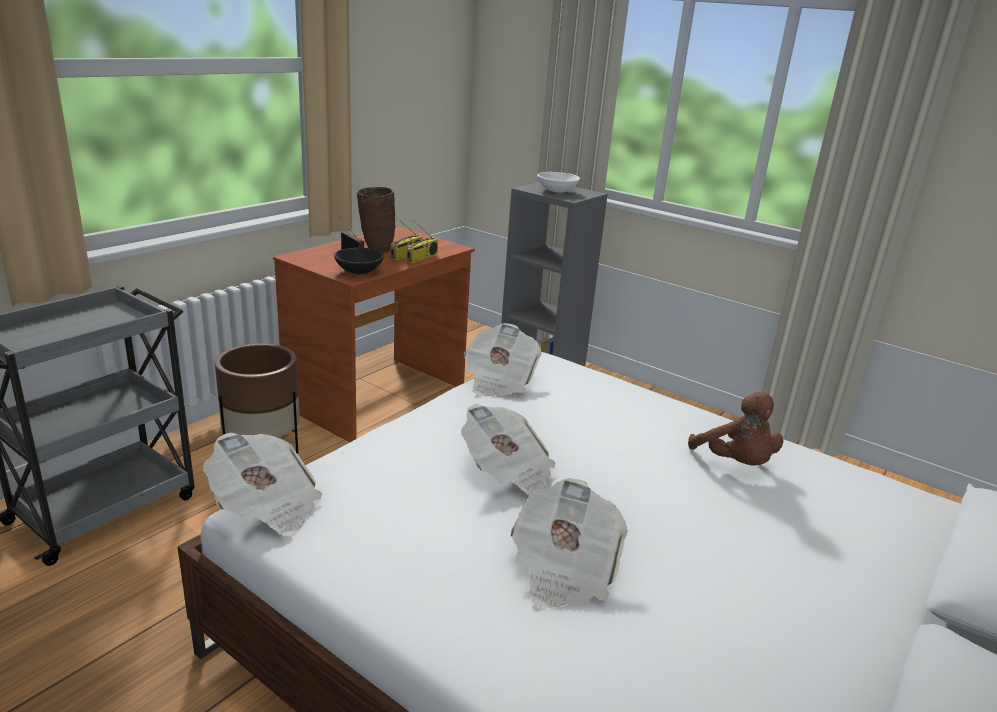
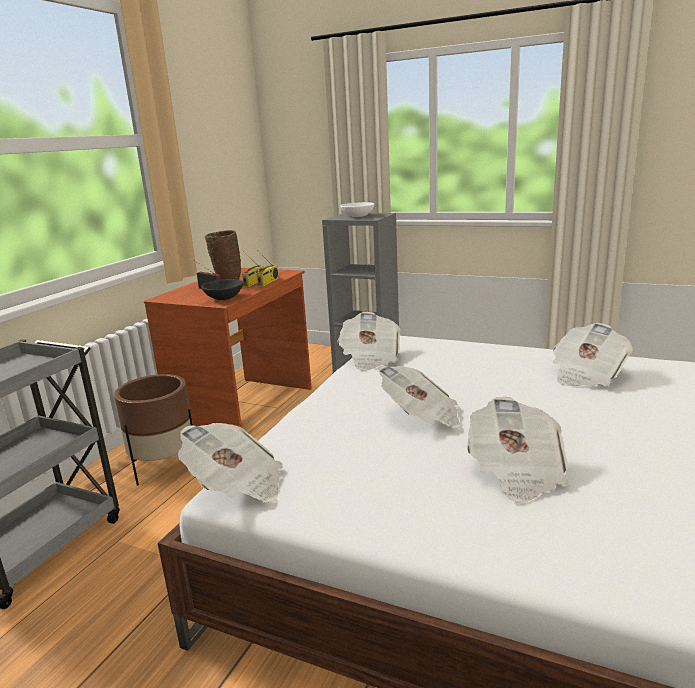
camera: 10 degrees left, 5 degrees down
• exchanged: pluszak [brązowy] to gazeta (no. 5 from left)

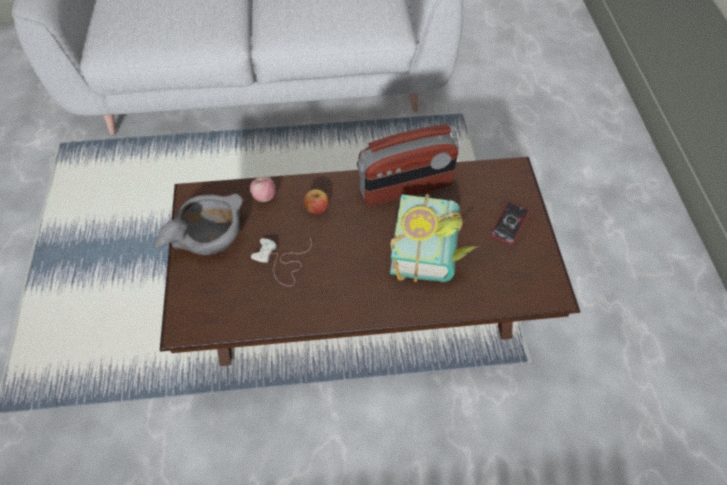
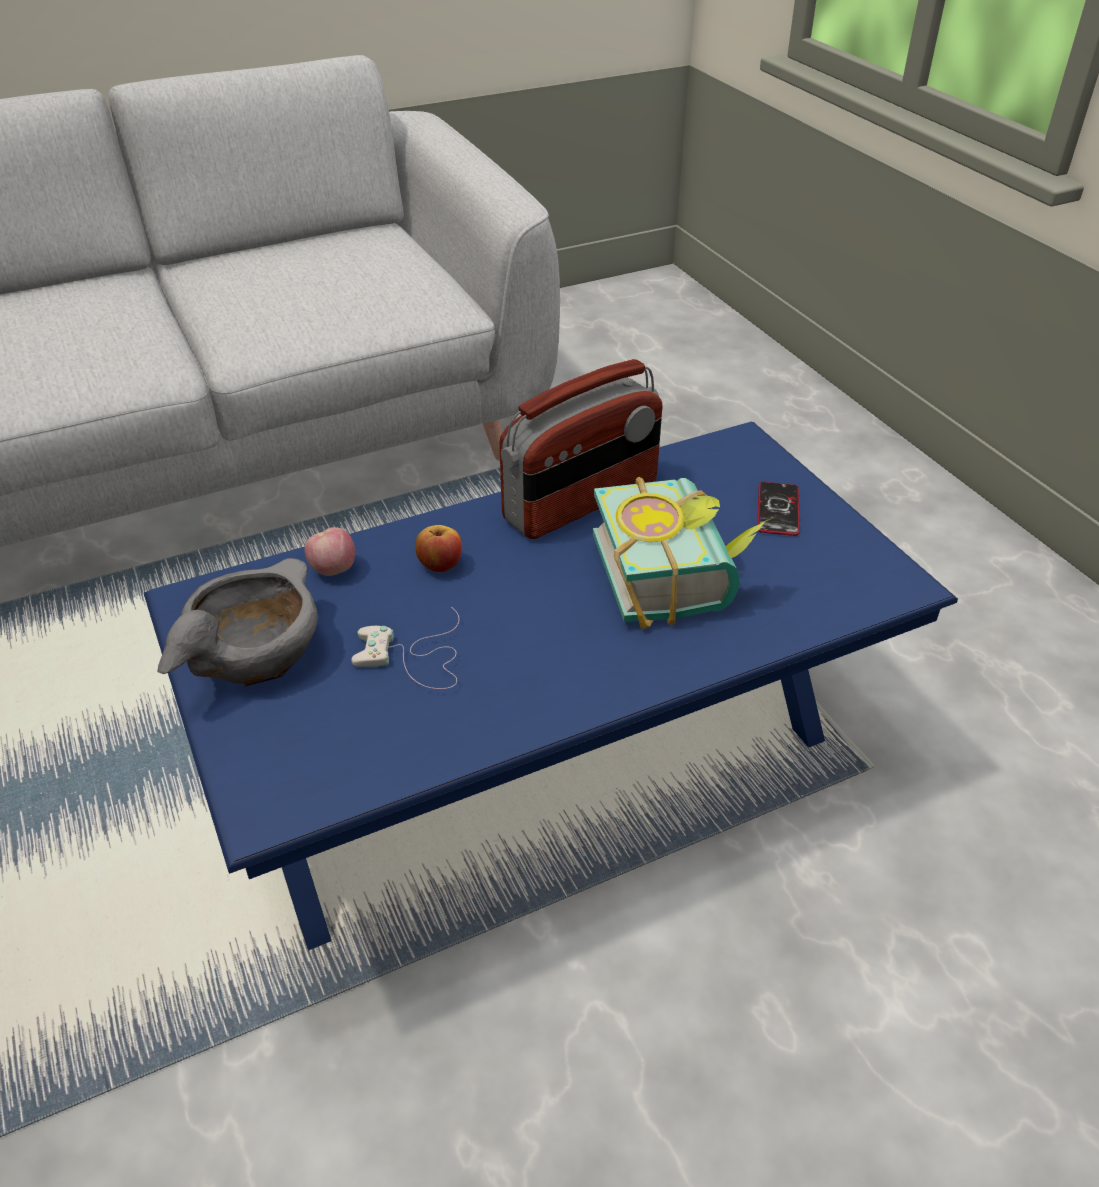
camera: 20 degrees left, 15 degrees down
• colour: ława [brązowy] to ława [niebieski]

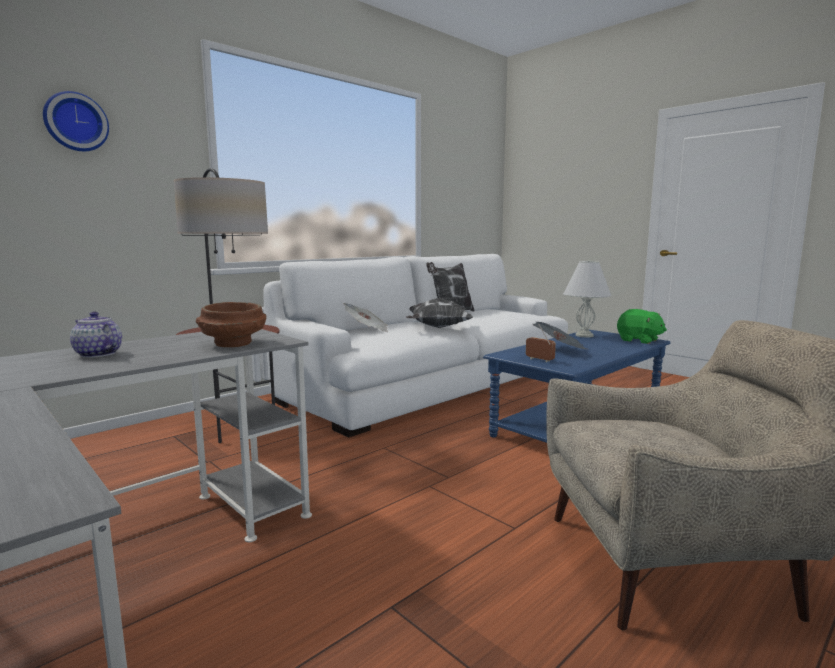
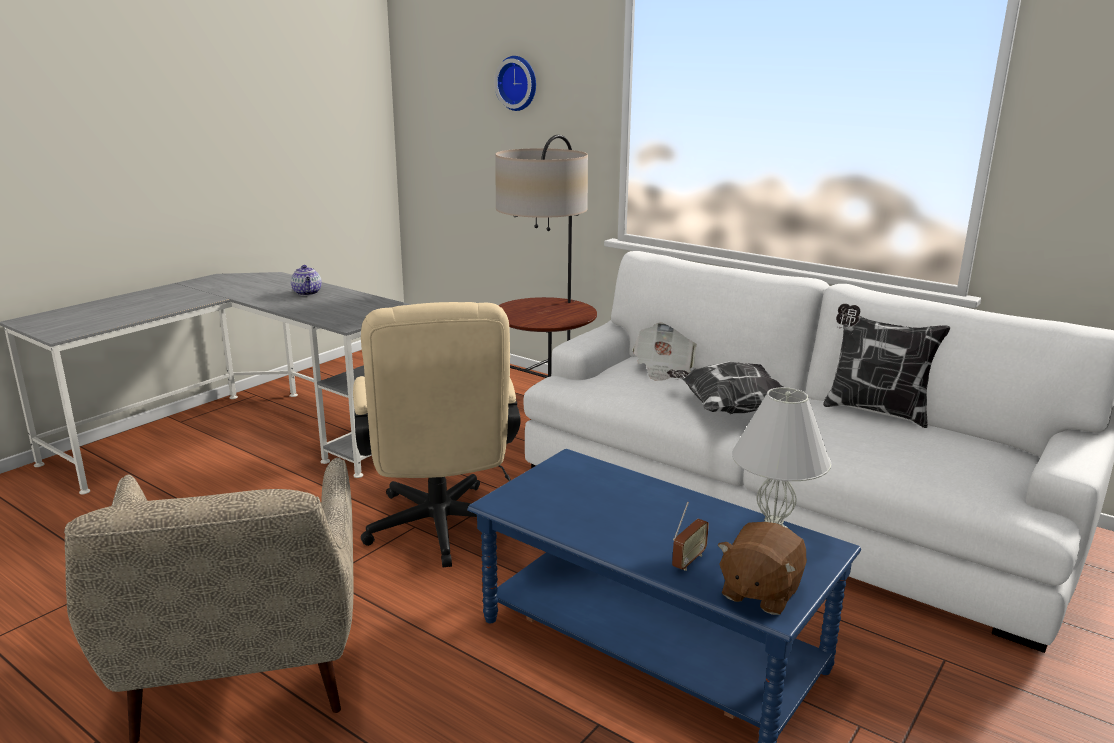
camera: 80 degrees right, 10 degrees up
• spun: imbryk 135 degrees clockwise
• missing: miska [brązowy]
• relocated: radio
• missing: gazeta (no. 2 from left)
• colour: pluszak [zielony] to pluszak [brązowy]
• appeared: krzesło biurowe [beżowy]

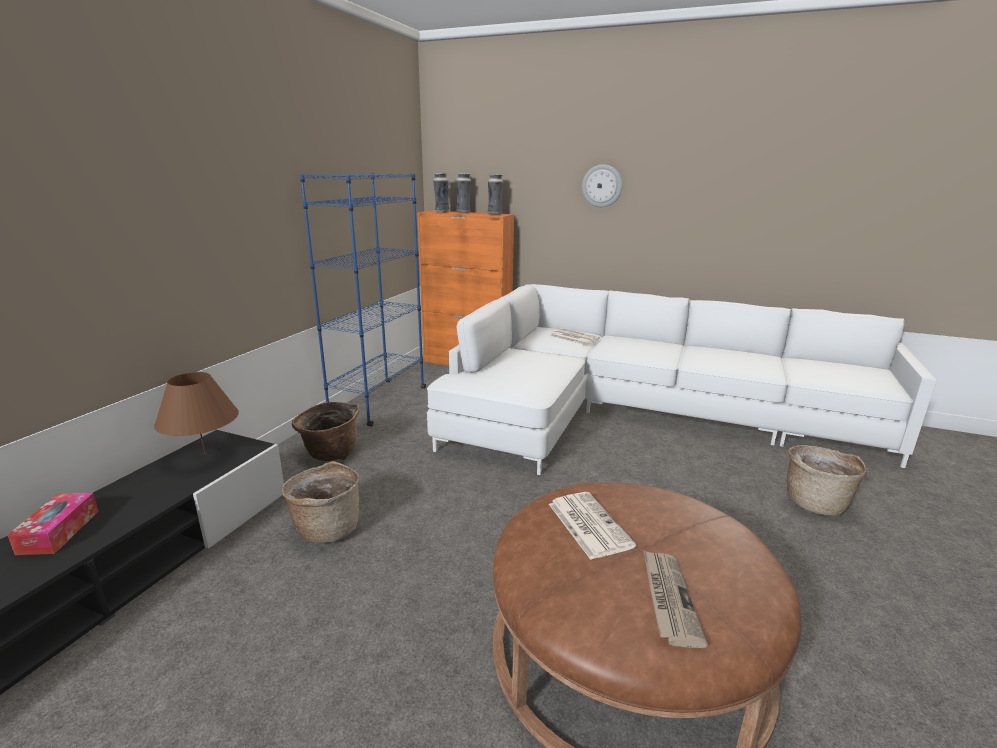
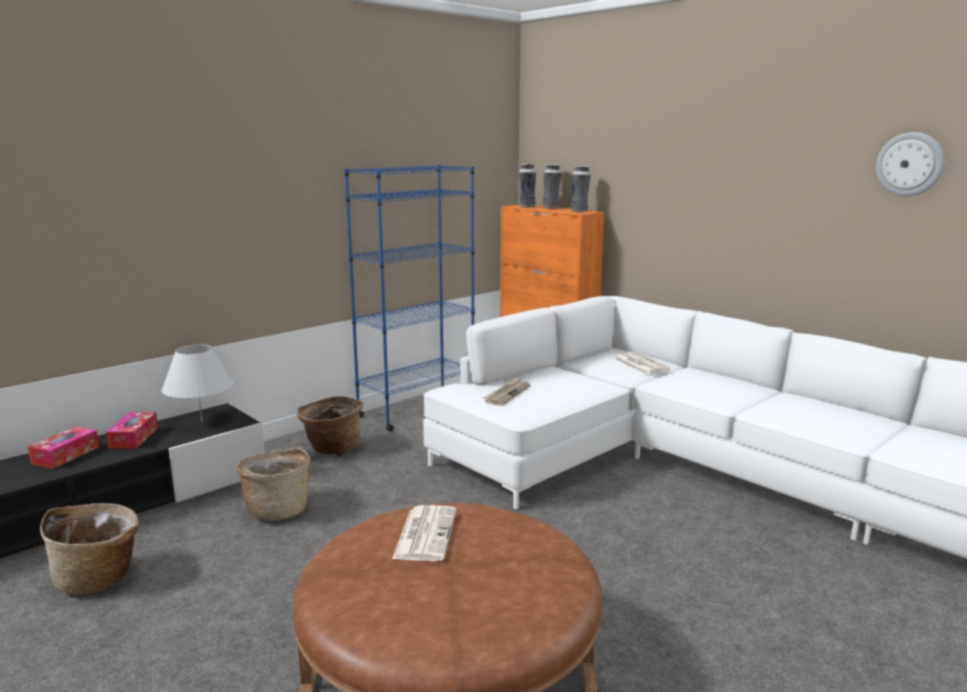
camera: 25 degrees right, 5 degrees down
• colour: lampa stołowa [brązowy] to lampa stołowa [biały]
• relocated: zegar ścienny
• relocated: gazeta (no. 3 from left in the first image) to gazeta (no. 2 from left)
• relocated: koszyk (no. 3 from left in the first image) to koszyk (no. 1 from left)
• appeared: pudełko chusteczek (no. 2 from left)

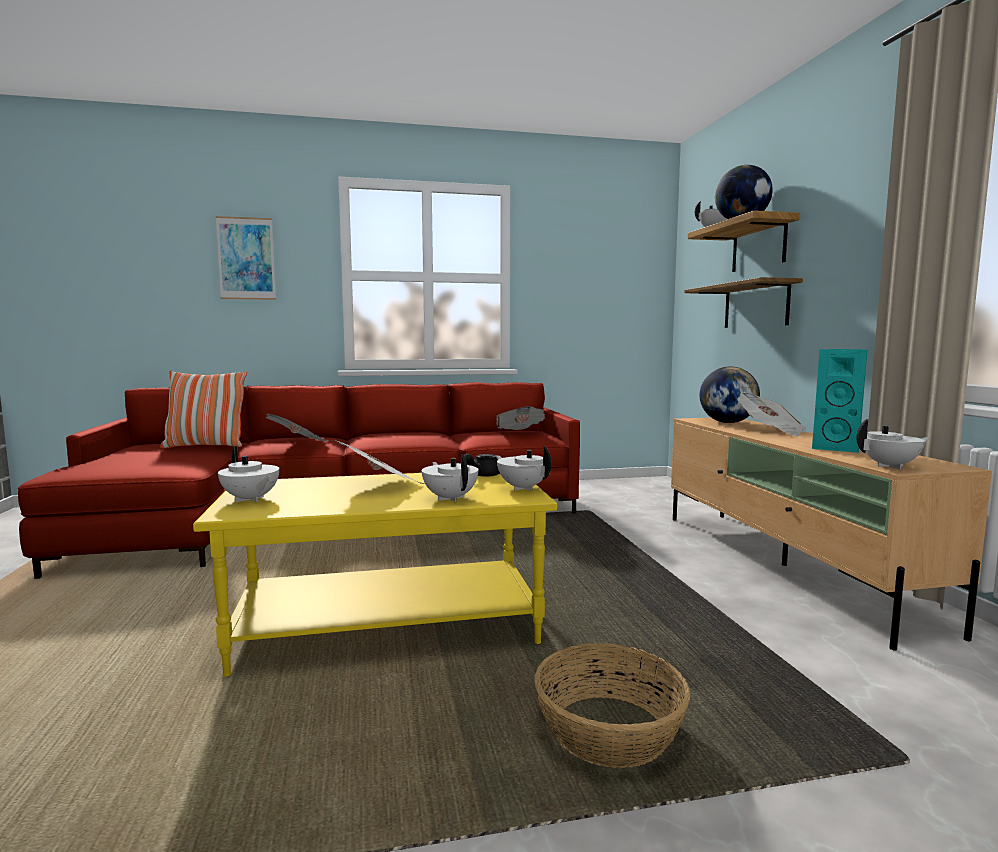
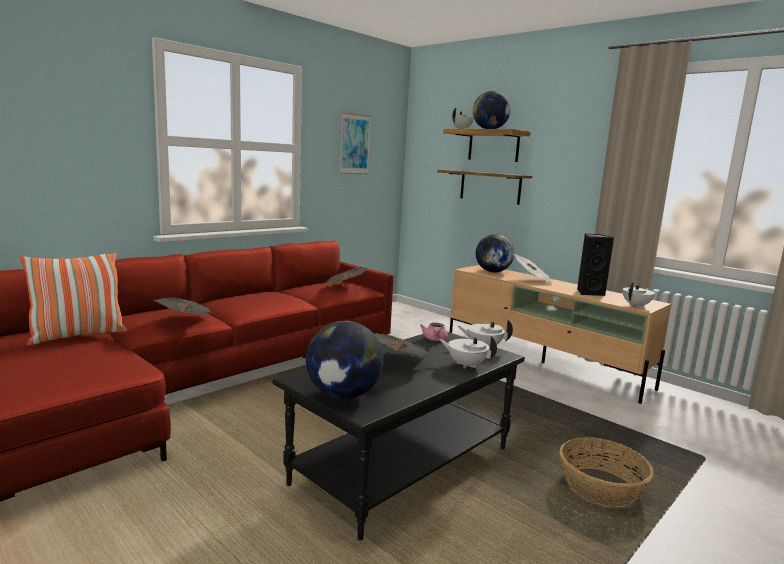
camera: 35 degrees left, 5 degrees up
• colour: ława [żółty] to ława [czarny]
• relocated: obraz
• exchanged: imbryk [biały] (no. 1 from left) to globus (no. 1 from left)
• colour: imbryk [czarny] to imbryk [różowy]
• colour: głośnik [turkusowy] to głośnik [czarny]

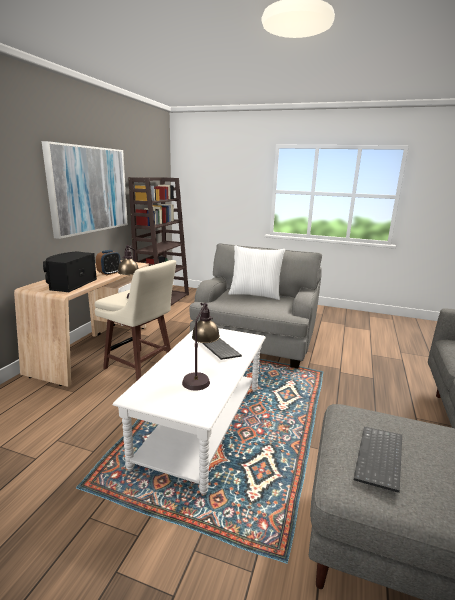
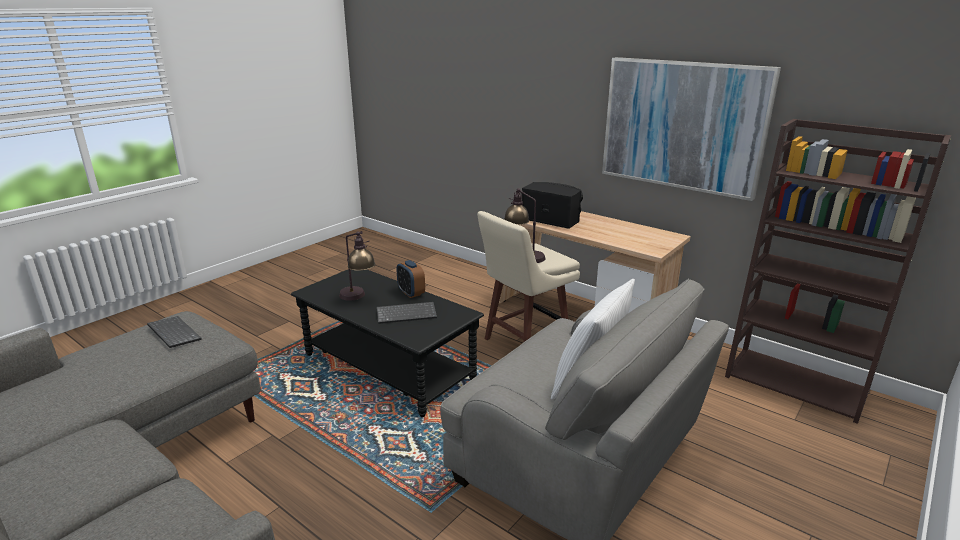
camera: 110 degrees right, 5 degrees up
• relocated: budzik
• colour: ława [biały] to ława [czarny]

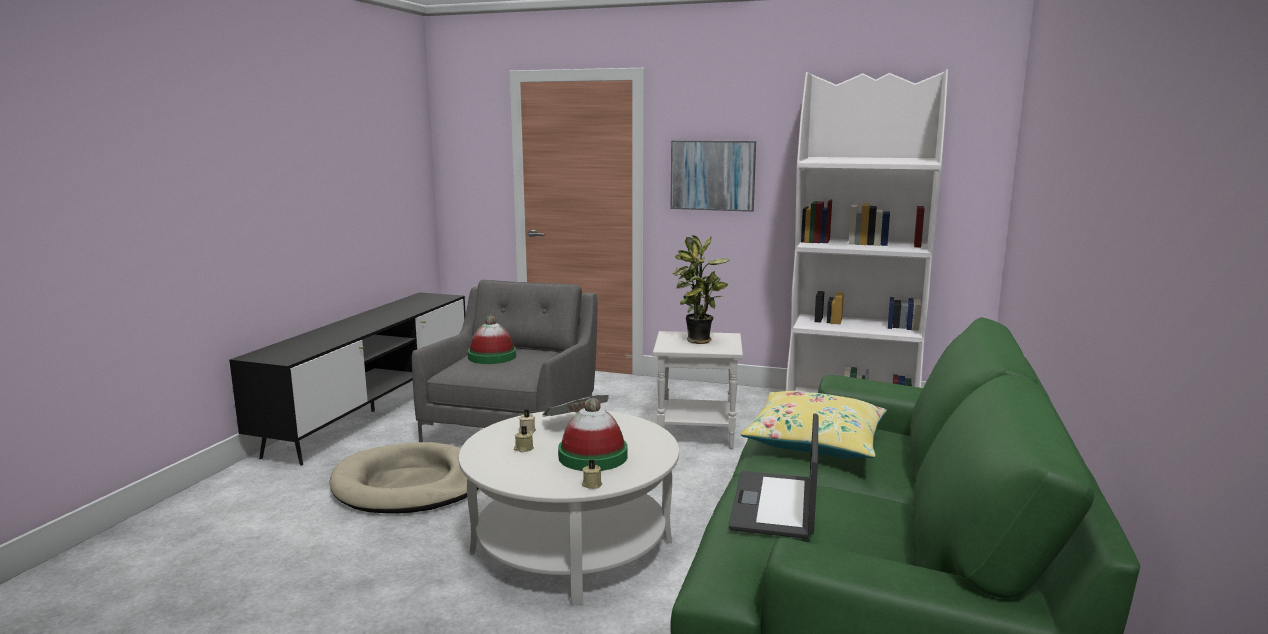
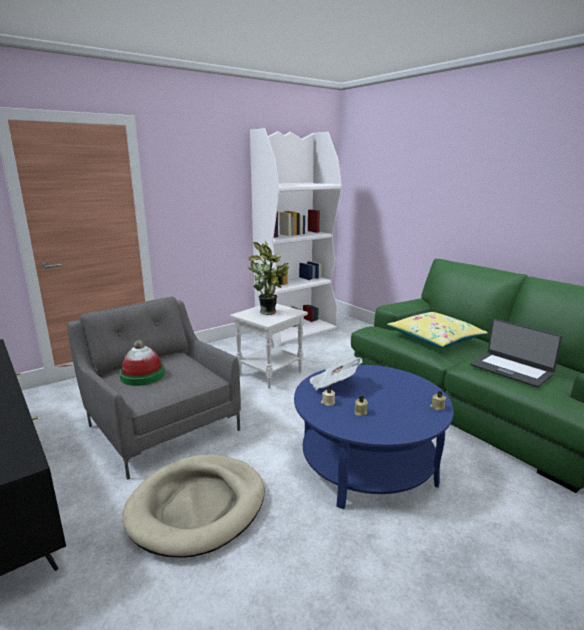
camera: 55 degrees left, 5 degrees up
• colour: ława [biały] to ława [niebieski]
• missing: kapelusz (no. 2 from left)
• missing: obraz

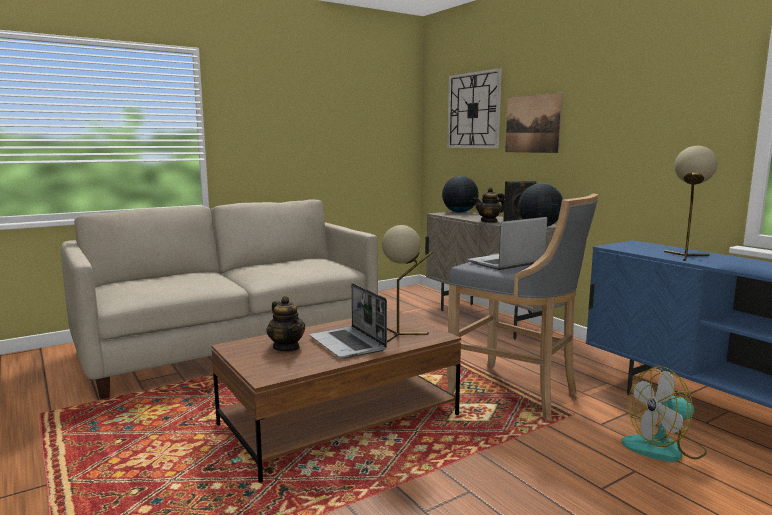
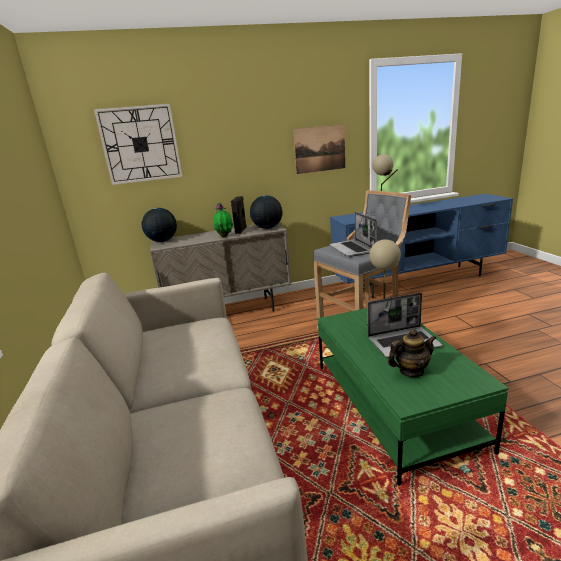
camera: 70 degrees left, 10 degrees up
• colour: ława [brązowy] to ława [zielony]
• exchanged: imbryk (no. 2 from left) to roślina doniczkowa
• relocated: obraz
• missing: wentylator

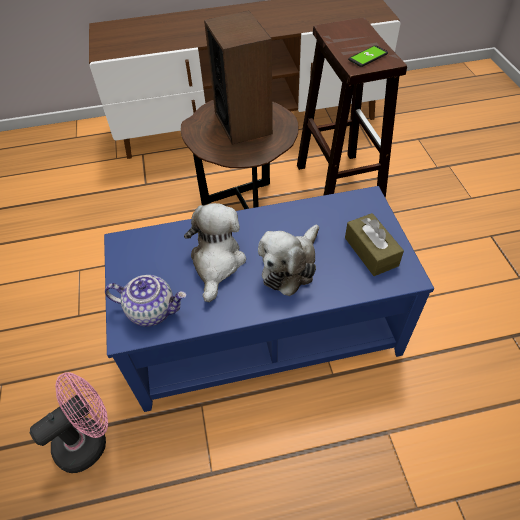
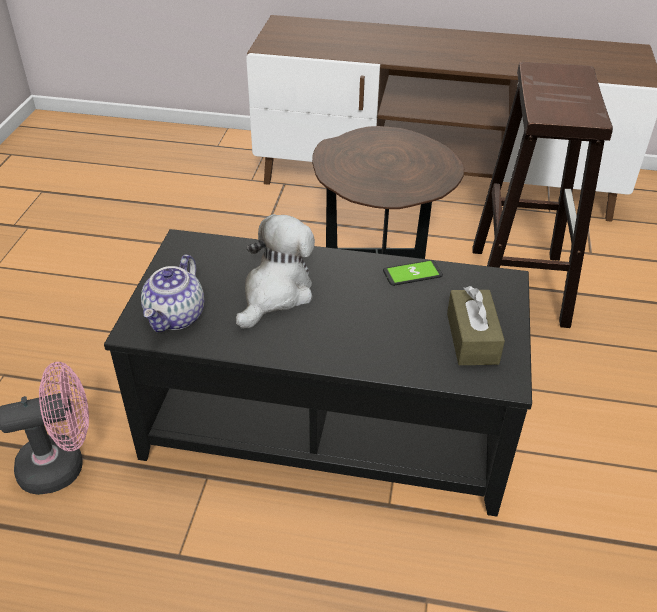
camera: 20 degrees right, 10 degrees down
• colour: ława [niebieski] to ława [czarny]
• spun: imbryk 75 degrees clockwise
• missing: głośnik
• missing: pluszak (no. 2 from left)
• relocated: telefon

